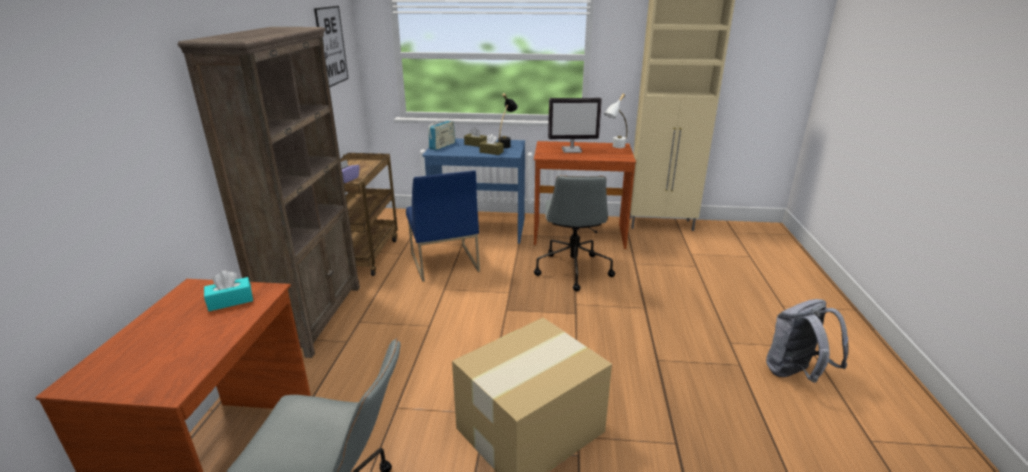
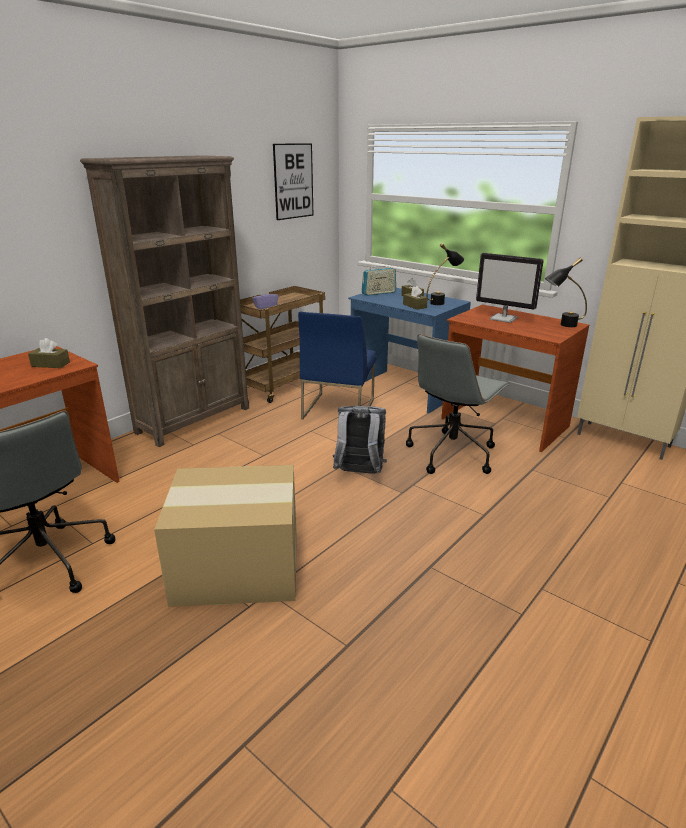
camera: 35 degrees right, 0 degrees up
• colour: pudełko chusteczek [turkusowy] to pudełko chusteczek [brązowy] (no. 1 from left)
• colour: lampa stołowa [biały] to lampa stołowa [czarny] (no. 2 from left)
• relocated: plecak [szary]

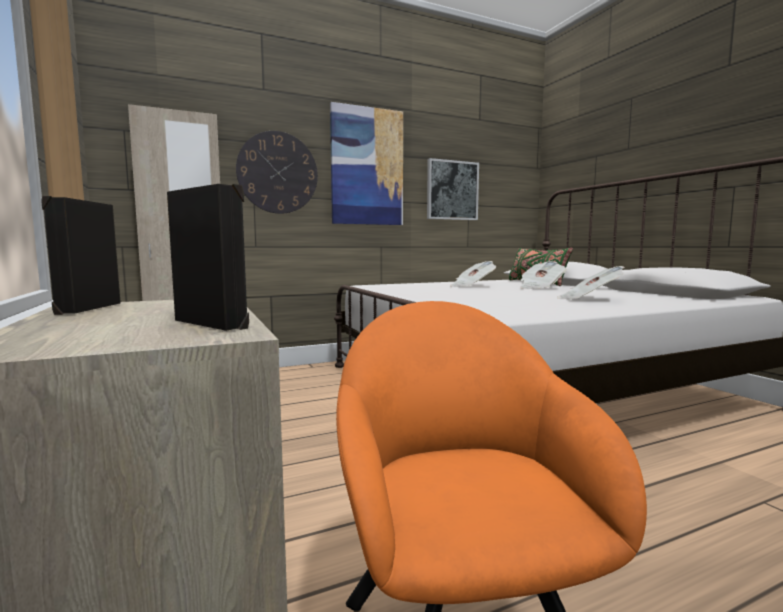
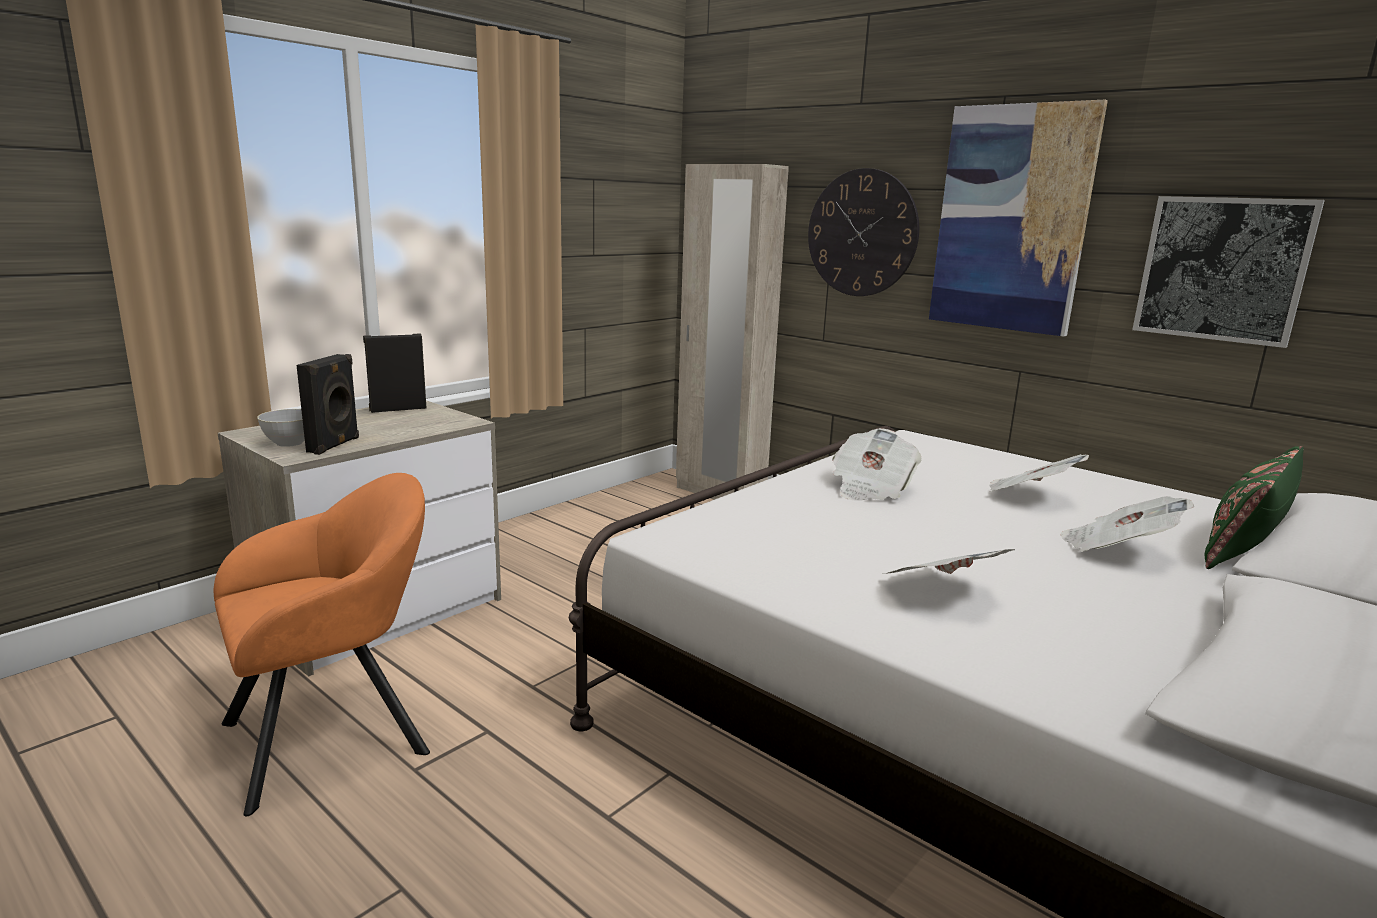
camera: 65 degrees right, 10 degrees up
• appeared: miska [szary]
• appeared: gazeta (no. 1 from left)

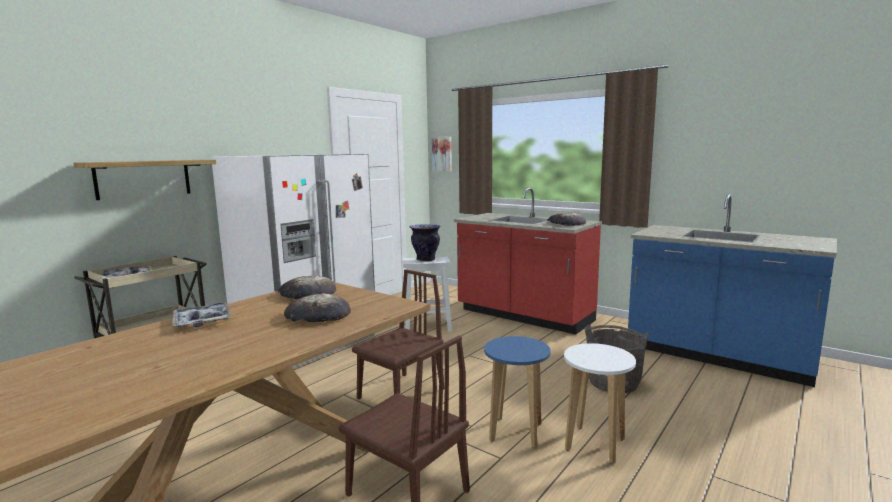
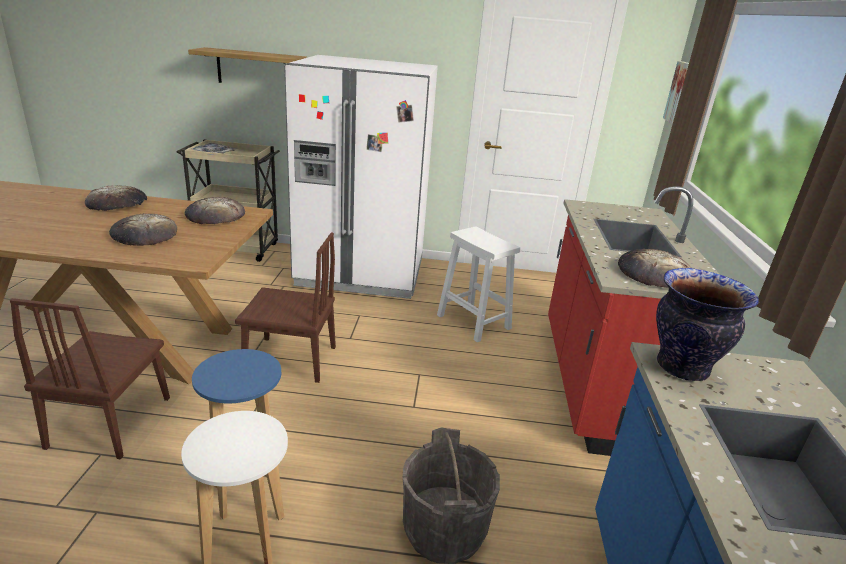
camera: 55 degrees right, 15 degrees up
• exchanged: taca (no. 2 from left) to chleb (no. 1 from left)
• relocated: wazon

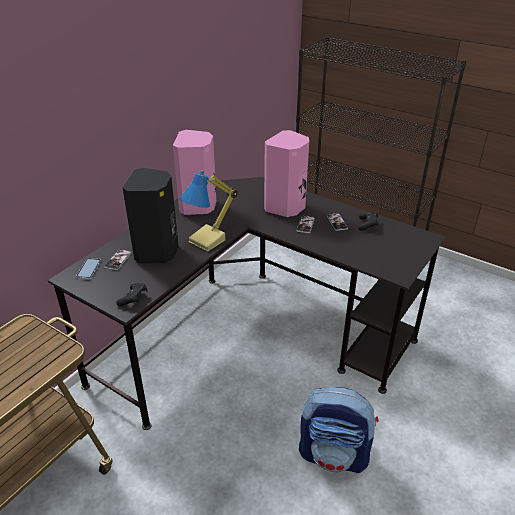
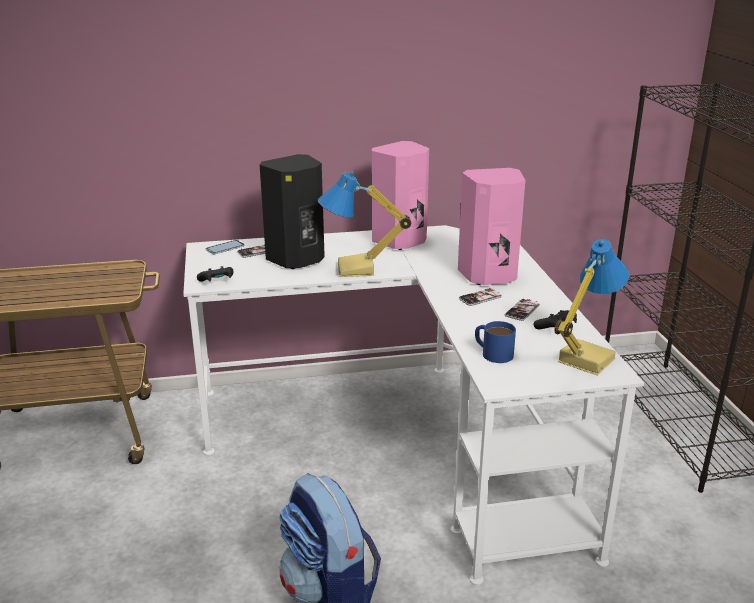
camera: 45 degrees right, 10 degrees down
• colour: biurko [czarny] to biurko [biały]
• appeared: kubek [niebieski]
• appeared: lampa stołowa (no. 2 from left)

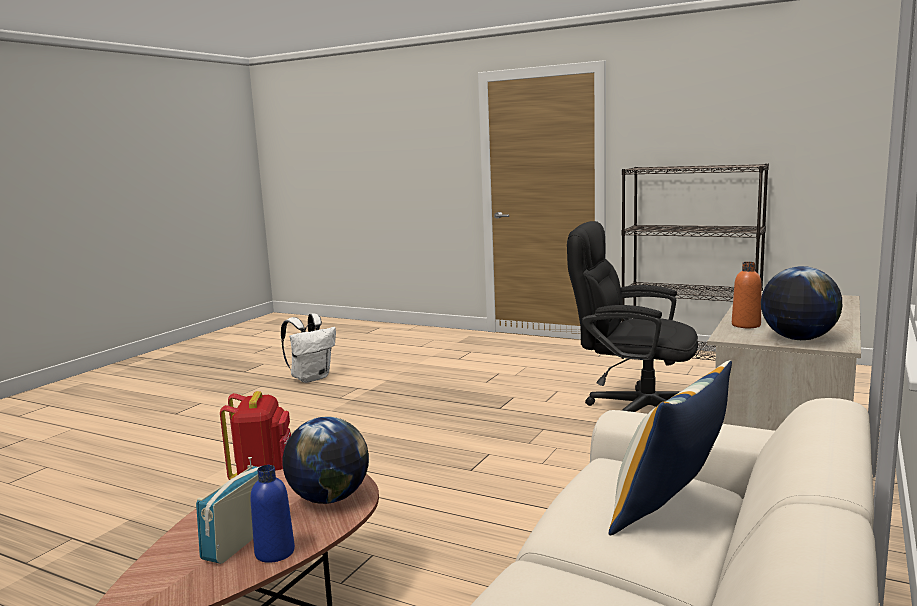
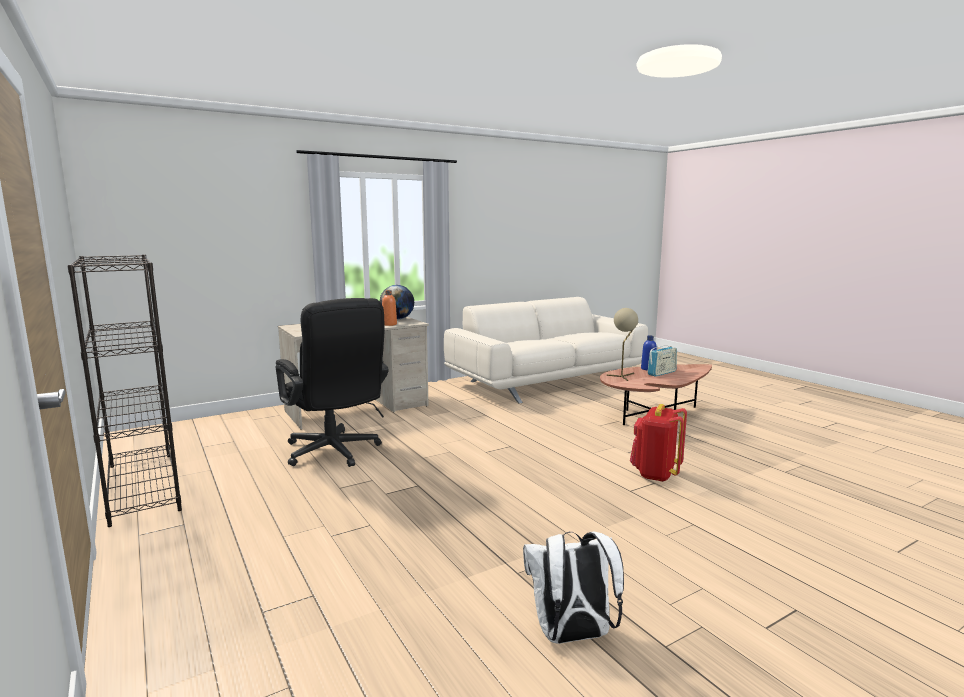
camera: 150 degrees left, 0 degrees up
• exchanged: globus (no. 1 from left) to lampa stołowa [beżowy]
• missing: poduszka

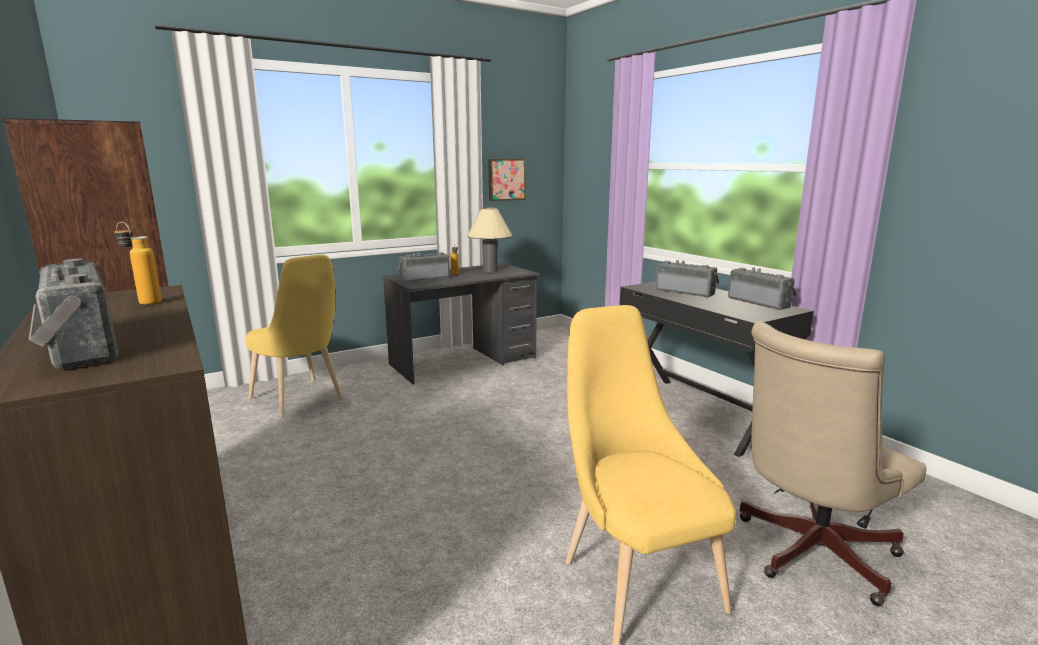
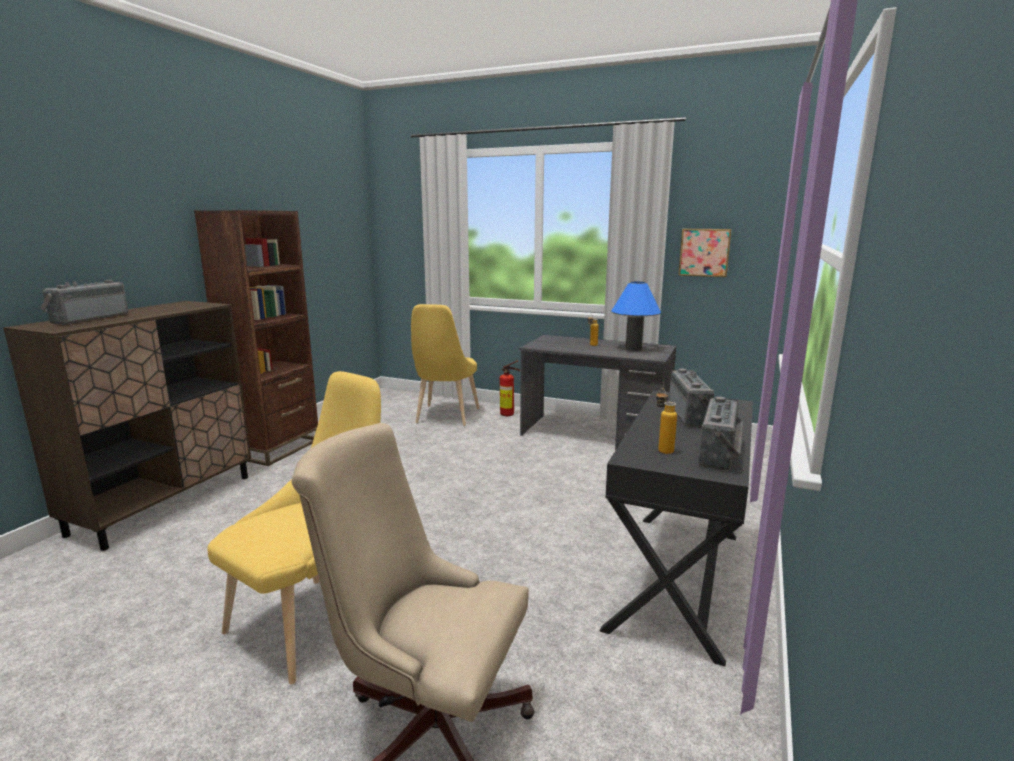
camera: 55 degrees right, 0 degrees up
• relocated: butelka (no. 1 from left in the first image) to butelka (no. 2 from left)
• missing: radio (no. 2 from left)
• colour: lampa stołowa [beżowy] to lampa stołowa [niebieski]
• appeared: gaśnica

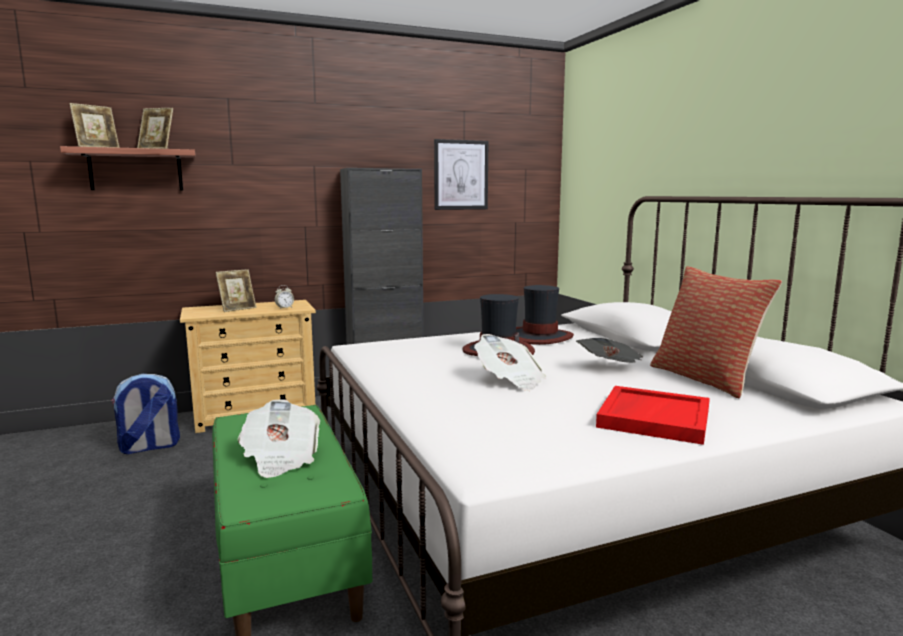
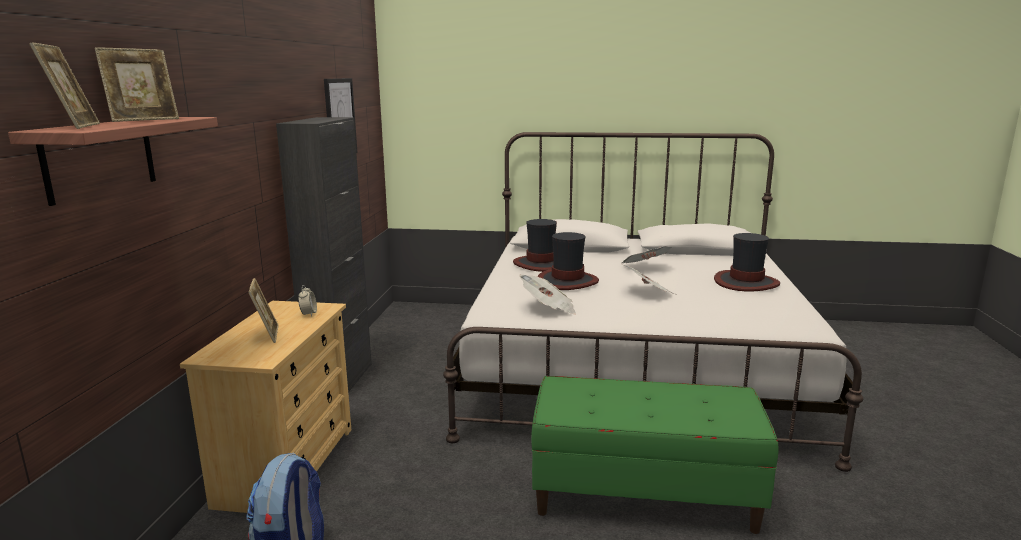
camera: 60 degrees left, 5 degrees up
• relocated: gazeta (no. 1 from left)
• exchanged: taca [czerwony] to kapelusz (no. 3 from left)
• missing: poduszka

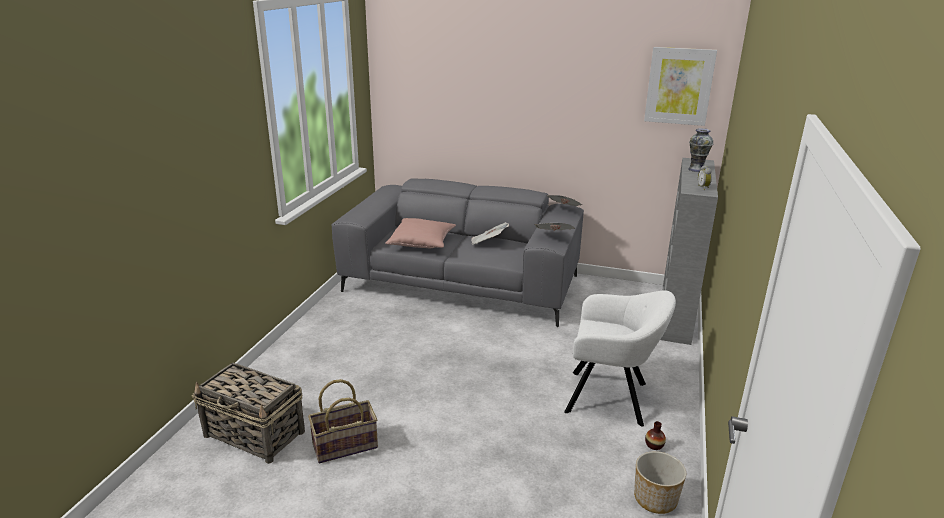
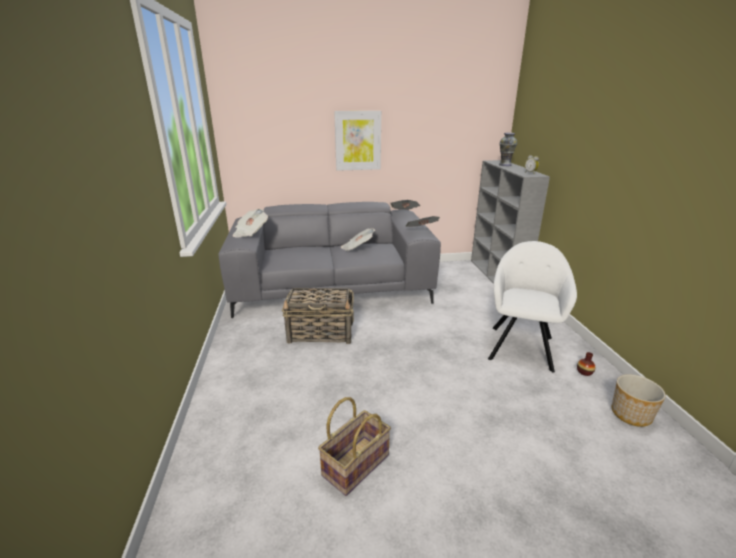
camera: 25 degrees left, 0 degrees up
• relocated: koszyk (no. 1 from left)
• missing: poduszka [różowy]
• spun: fotel [biały] 60 degrees counterclockwise
• relocated: obraz
• appeared: gazeta (no. 1 from left)

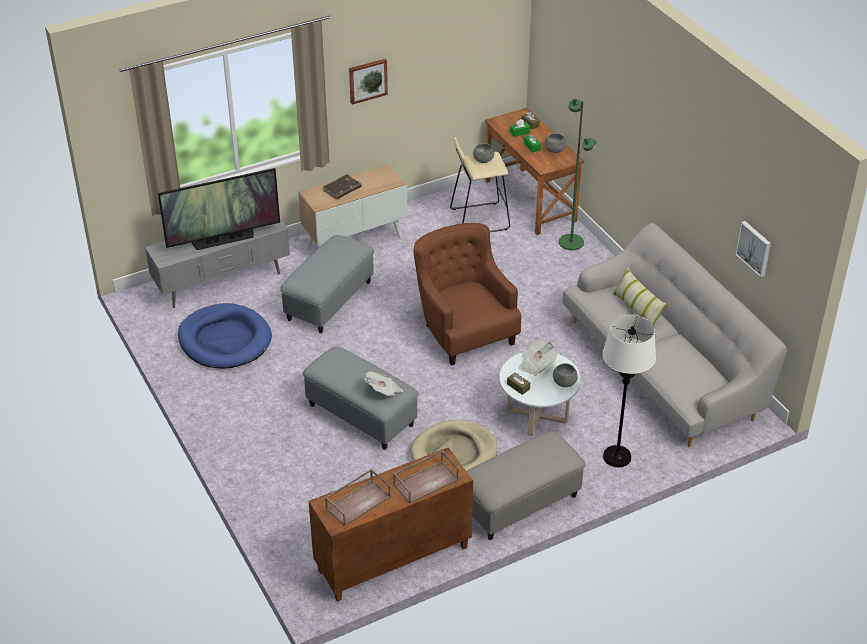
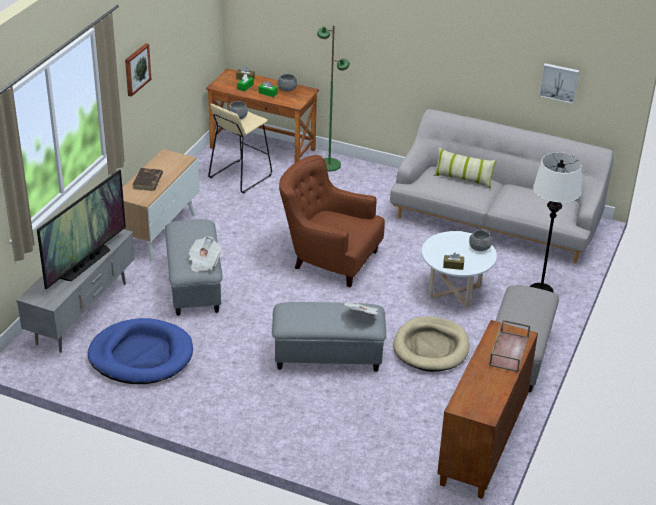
camera: 40 degrees left, 5 degrees down
• missing: taca [brązowy] (no. 1 from left)
• relocated: gazeta (no. 2 from left in the first image) to gazeta (no. 1 from left)

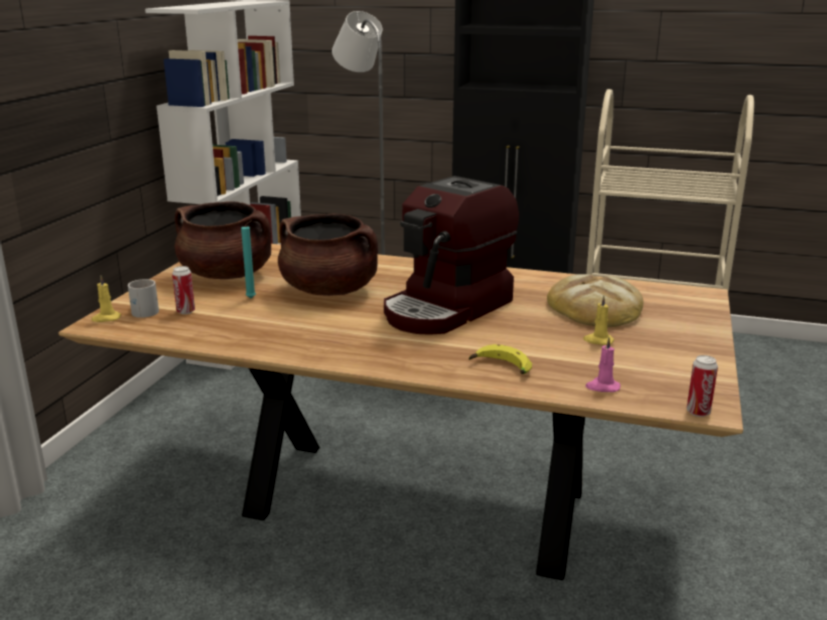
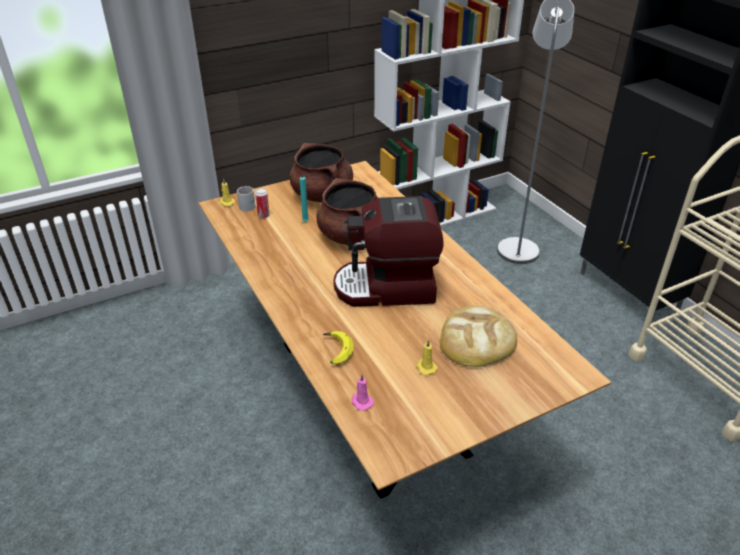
camera: 45 degrees right, 15 degrees up
• missing: puszka (no. 2 from left)

